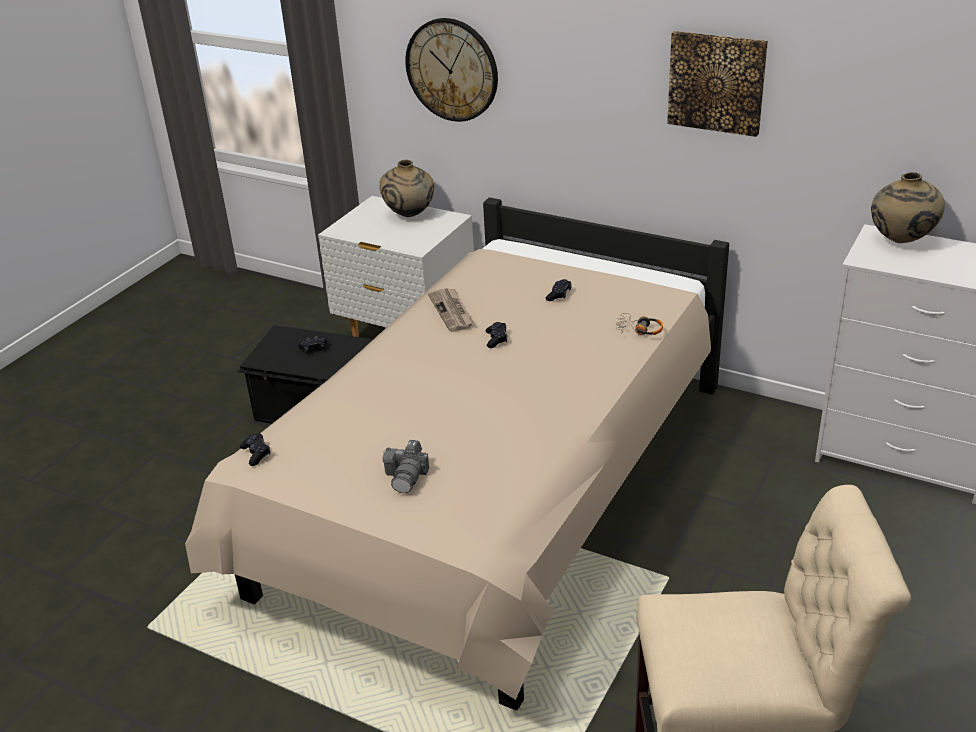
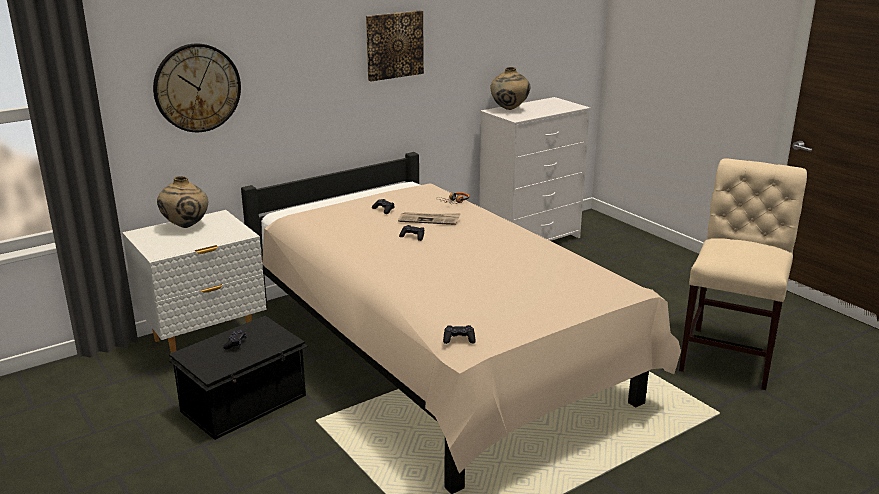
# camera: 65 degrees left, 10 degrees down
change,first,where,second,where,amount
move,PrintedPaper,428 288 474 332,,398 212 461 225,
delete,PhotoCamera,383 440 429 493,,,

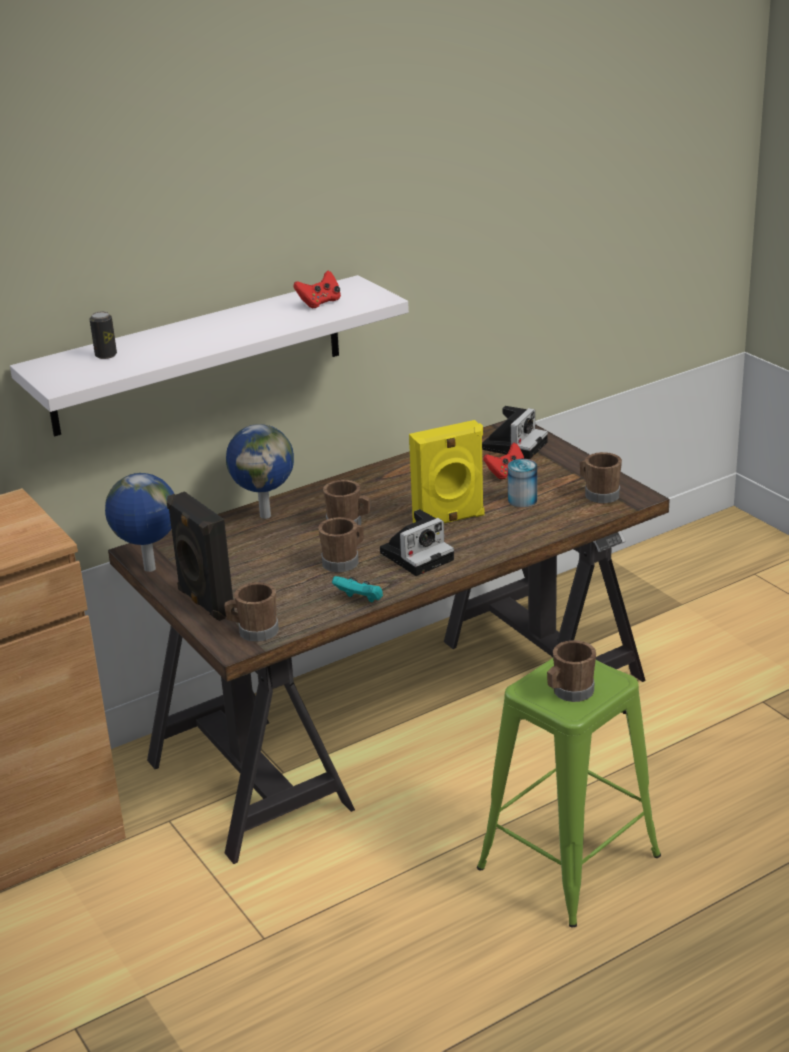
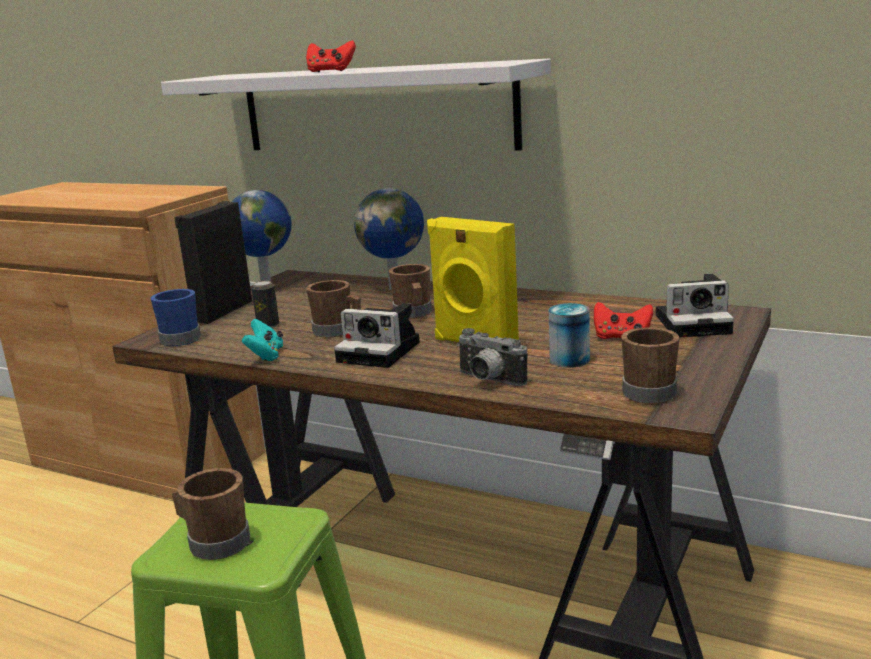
# camera: 60 degrees right, 10 degrees down
change,first,where,second,where,amount
recolor,BrownishMug,224 582 279 642,BluishMug,151 289 201 346,
move,SealedCan,90 311 117 359,,252 281 279 328,
move,RedColouredGamepad,293 271 341 308,,306 40 356 72,
insert,,,PhotoCamera,457 328 528 386,

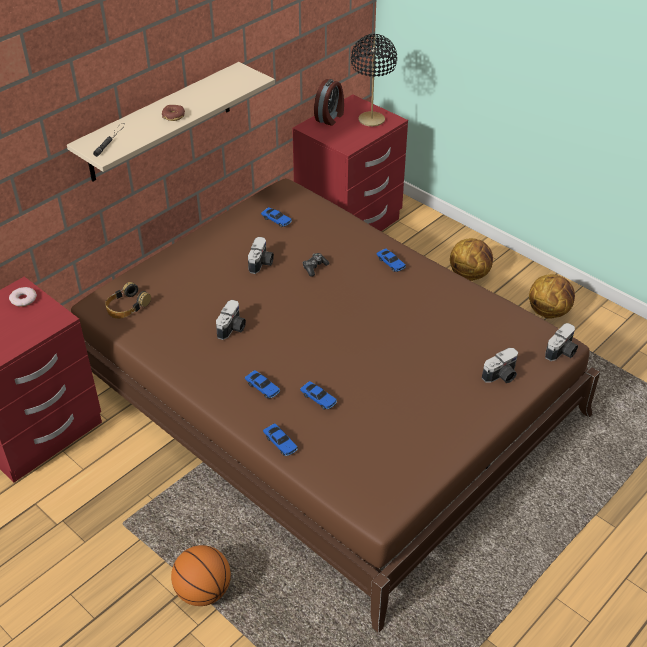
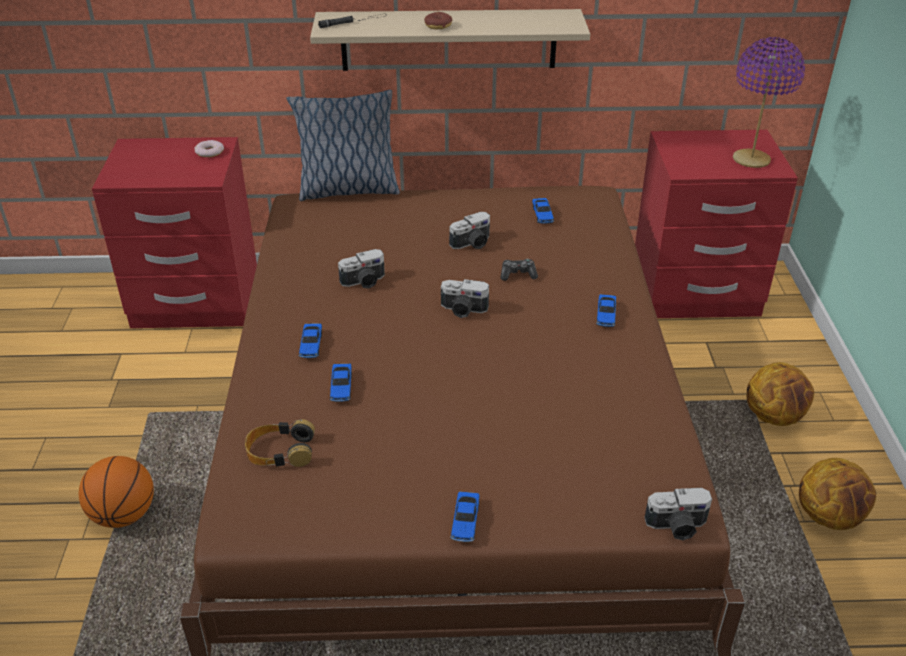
# camera: 45 degrees right, 5 degrees down
change,first,where,second,where,amount
move,Headset,105 282 151 319,,245 419 315 467,
insert,,,Pillow,287 90 400 201,
move,PhotoCamera,482 348 518 383,,441 279 489 318,
move,ModelCar,263 423 298 456,,451 492 479 542,
recolor,BlackColouredTabletopLamp,351 34 397 126,PurplishTabletopLamp,733 37 805 168,
delete,TableClock,314 79 344 126,,,

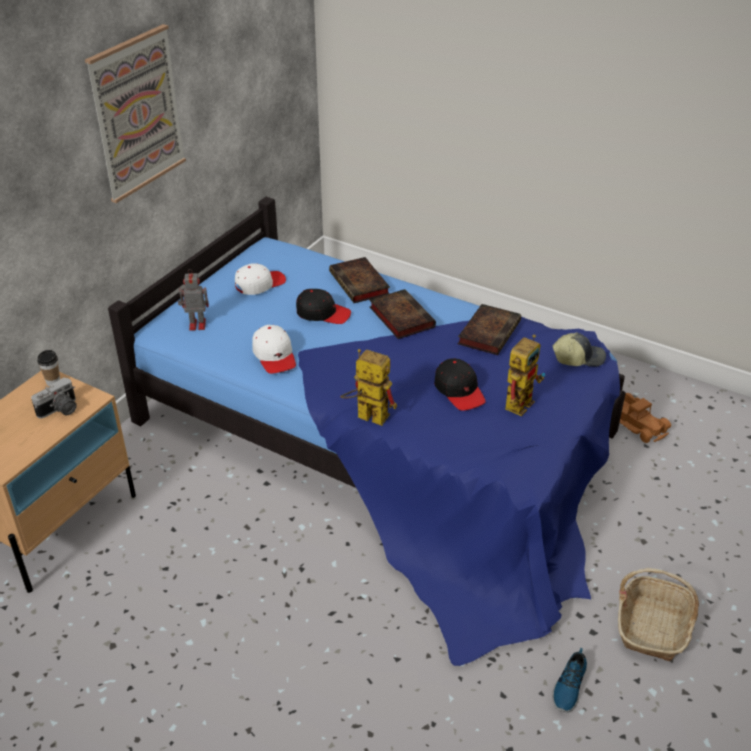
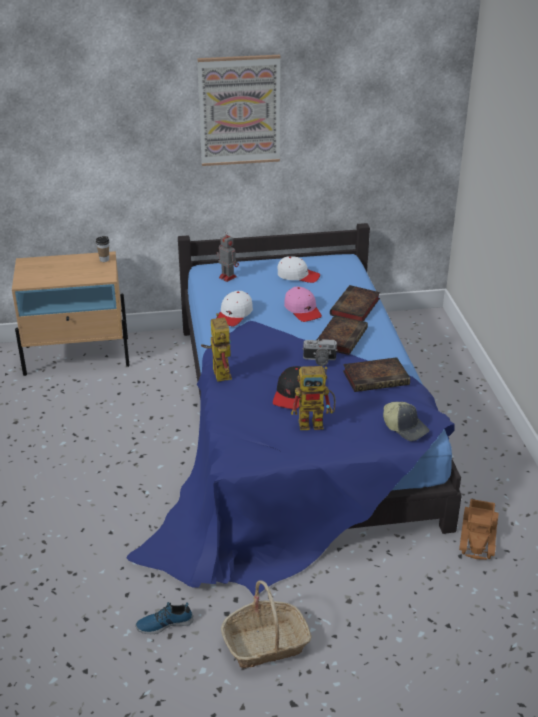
# camera: 50 degrees right, 5 degrees down
change,first,where,second,where,amount
recolor,BlackColouredBaseballCap,296 289 351 324,PinkishBaseballCap,284 287 322 322,
move,PhotoCamera,31 378 77 419,,302 339 337 366,

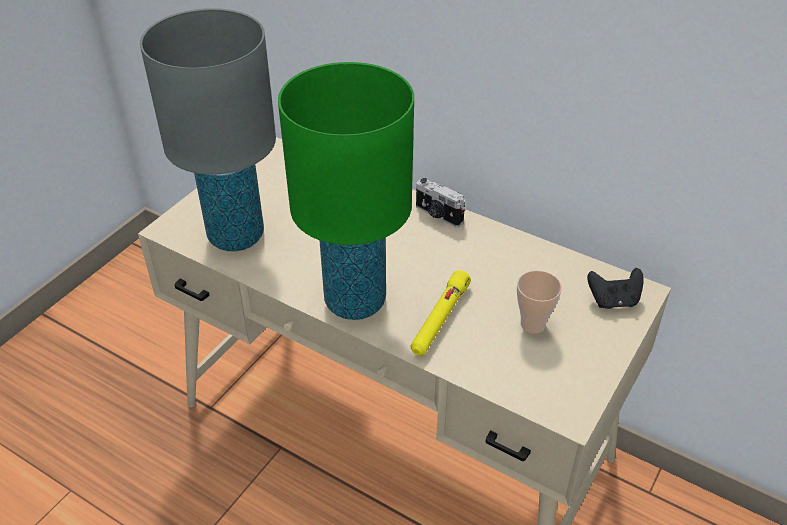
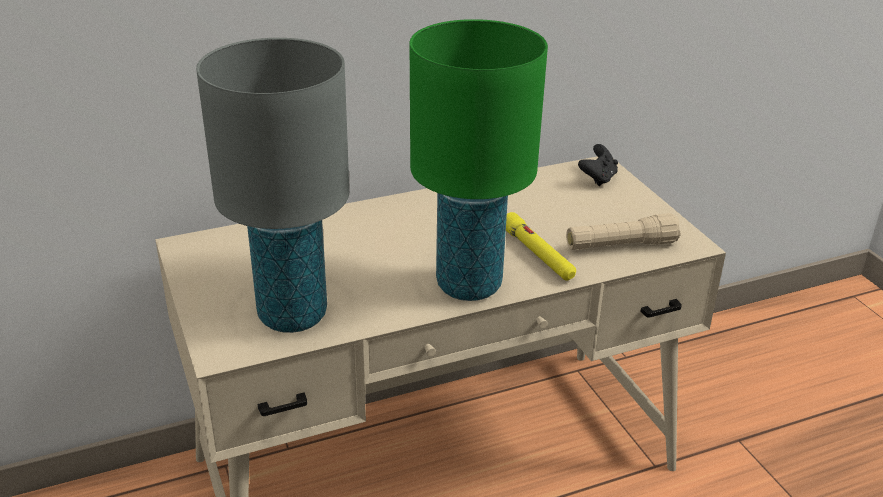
# camera: 55 degrees left, 10 degrees down
change,first,where,second,where,amount
insert,,,BeigeColouredTorch,566 213 681 250,
delete,PhotoCamera,416 178 465 227,,,
delete,Cup,517 270 562 334,,,

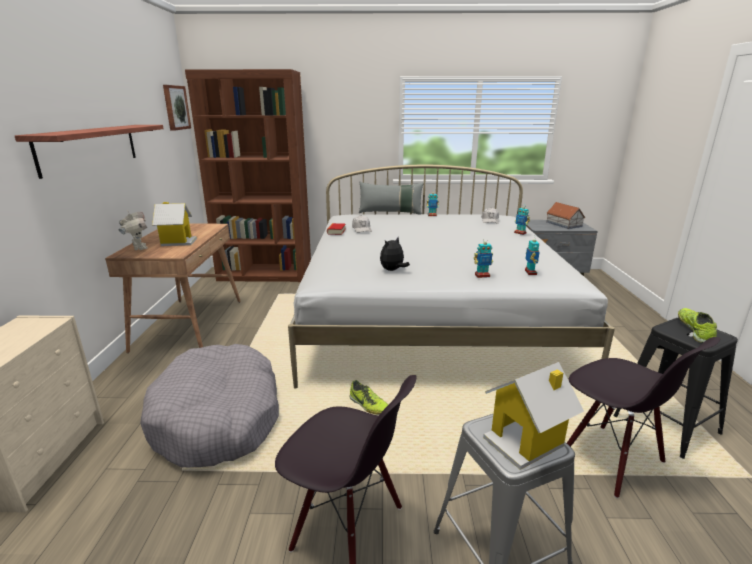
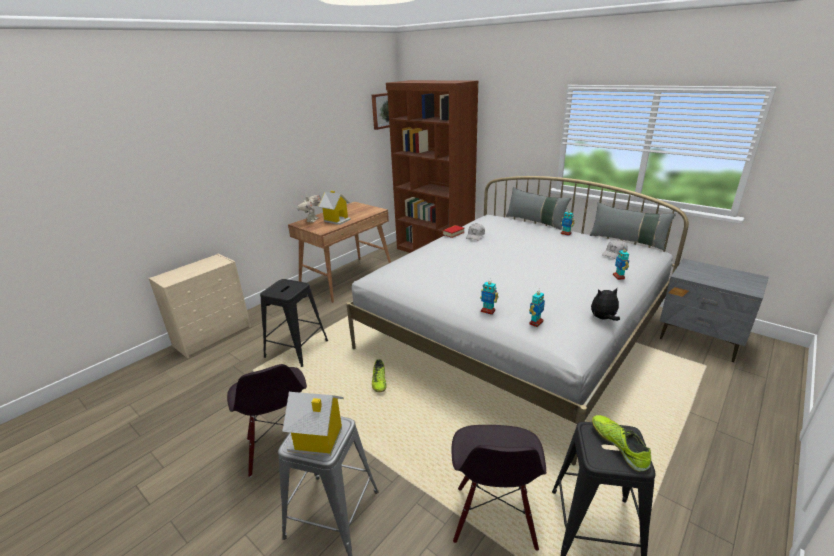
# camera: 40 degrees right, 5 degrees up
change,first,where,second,where,amount
replace,GrayPetBed,140 344 279 468,BlackColouredSittingStool,260 279 328 367,
insert,,,GrayPillow,590 202 676 250,
move,PlushToy,380 237 410 271,,591 288 620 321,
rotate,Shoe,678 308 717 343,,592 415 651 472,75 degrees counterclockwise
delete,WallShelf,15 125 164 179,,,
delete,ToyHouse,546 202 586 229,,,

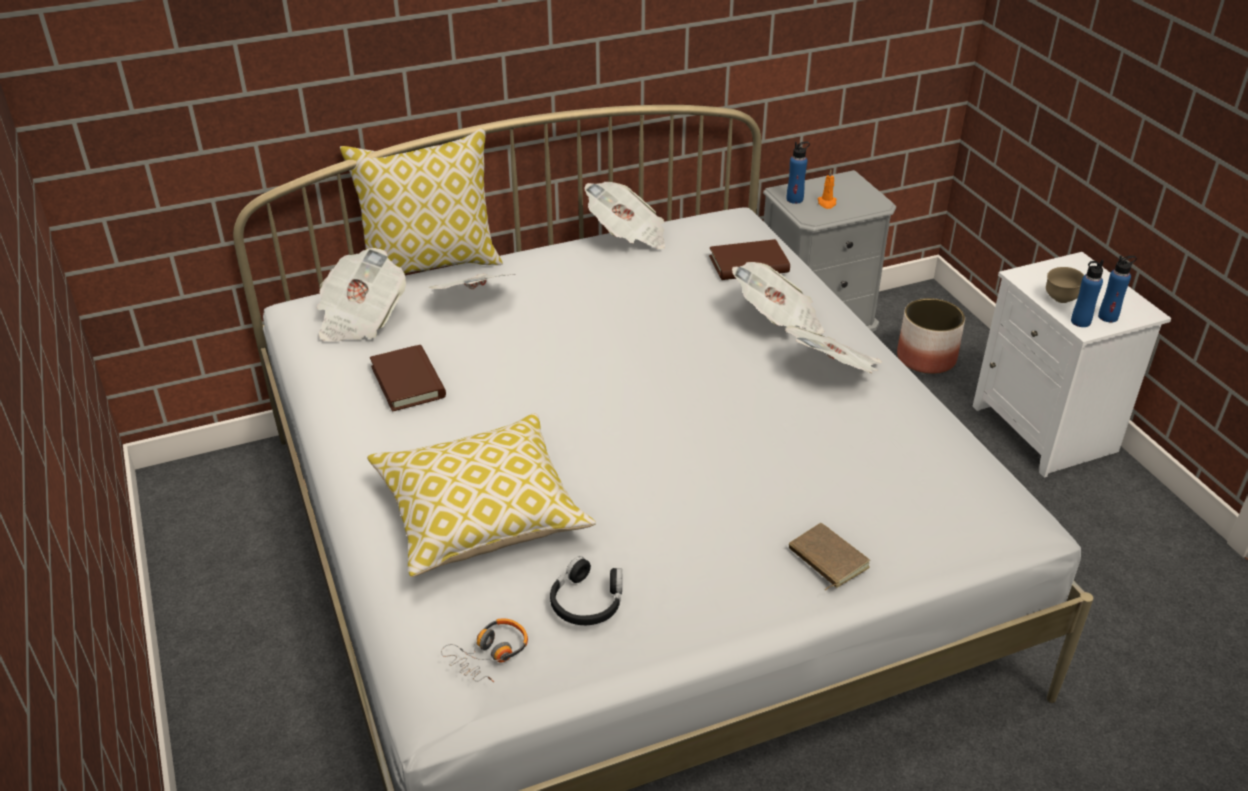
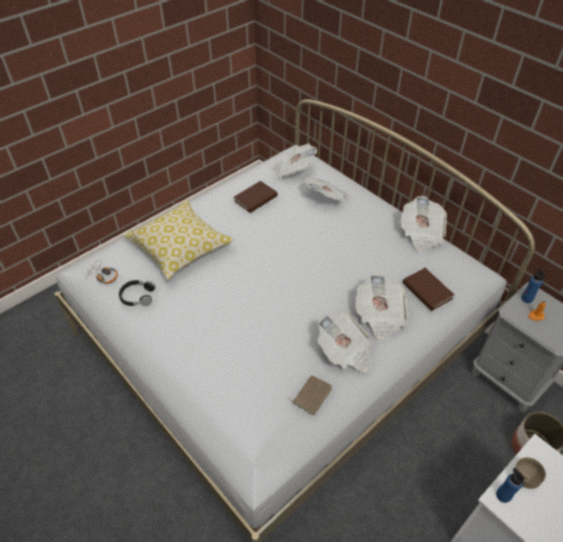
# camera: 70 degrees right, 10 degrees up
change,first,where,second,where,amount
move,BrownishBoundBook,789 523 870 591,,286 375 332 416,
delete,Pillow,340 128 503 274,,,
delete,BluishDrinkBottle,1098 255 1137 322,,,

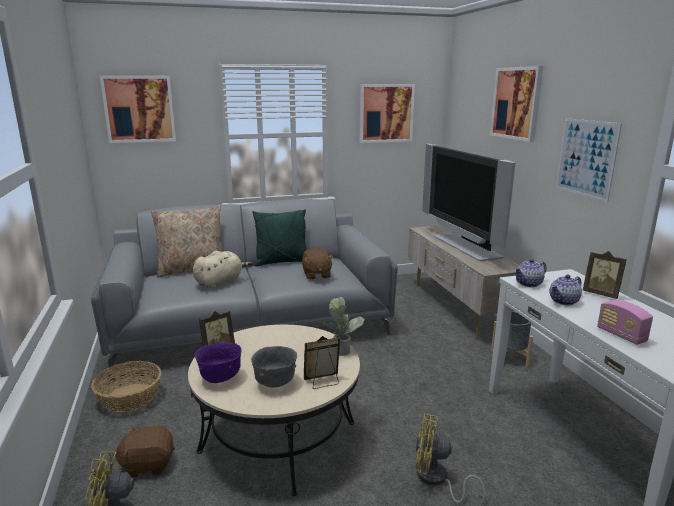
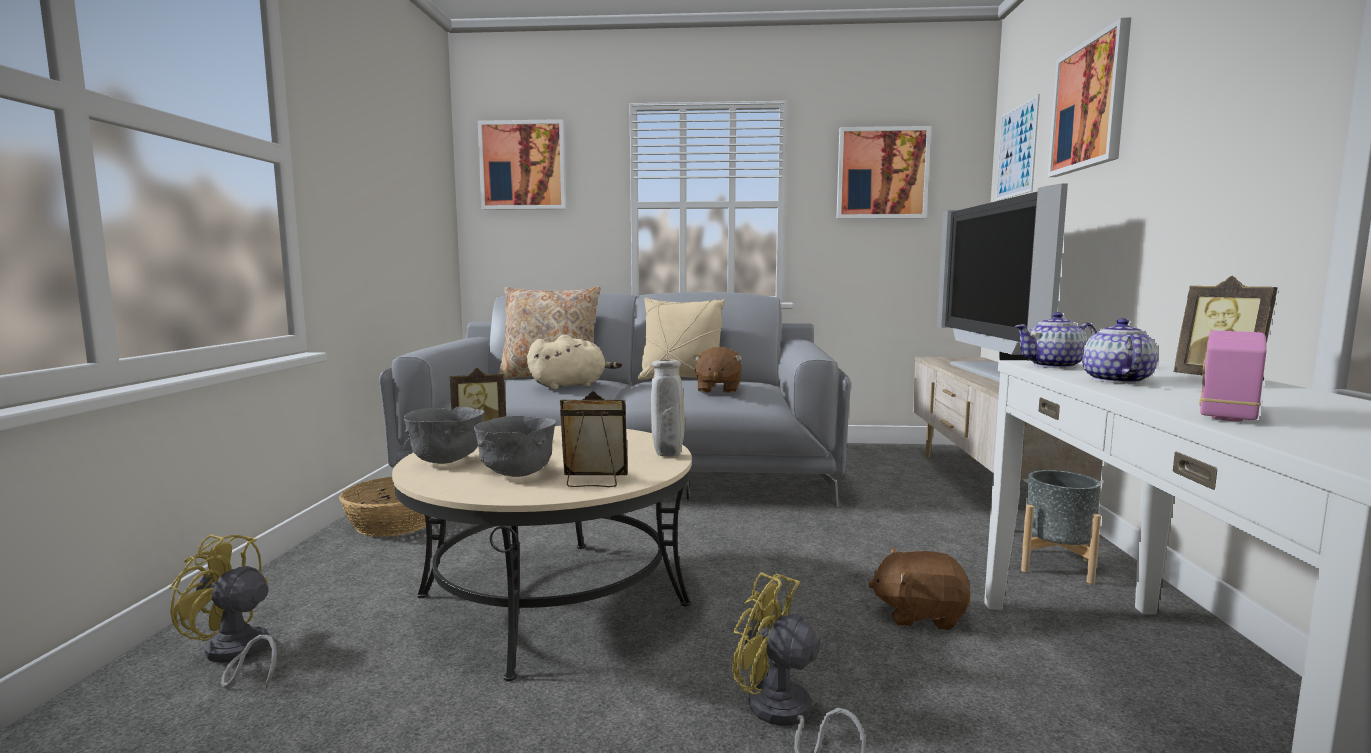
# camera: 20 degrees right, 10 degrees down
change,first,where,second,where,amount
recolor,PurplishBowl,195 342 242 383,GrayBowl,404 407 484 464,
recolor,GreenPillow,252 209 307 267,BeigeColouredPillow,638 298 725 380,
replace,PlantInAPot,320 297 365 356,BeigeColouredFlowerVase,651 359 685 457,
move,BrownishPlushToy,113 426 175 478,,868 547 970 630,
move,WallArt,556 118 622 202,,996 94 1040 201,
rotate,PotForTea,550 275 582 306,,1082 318 1158 384,120 degrees clockwise
rotate,RadioSet,597 300 653 345,,1199 331 1267 422,45 degrees clockwise

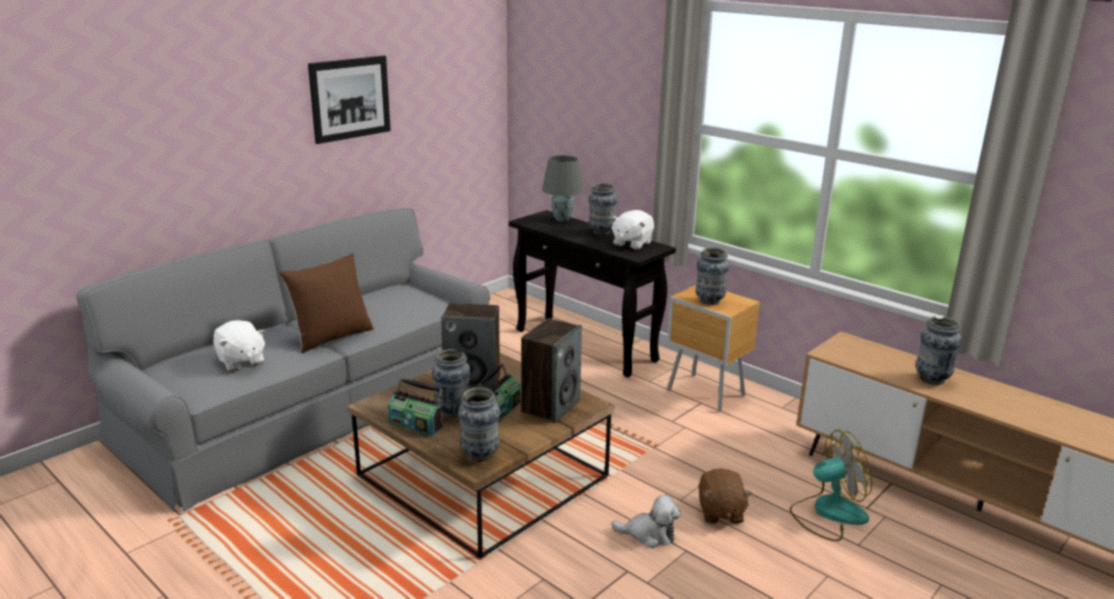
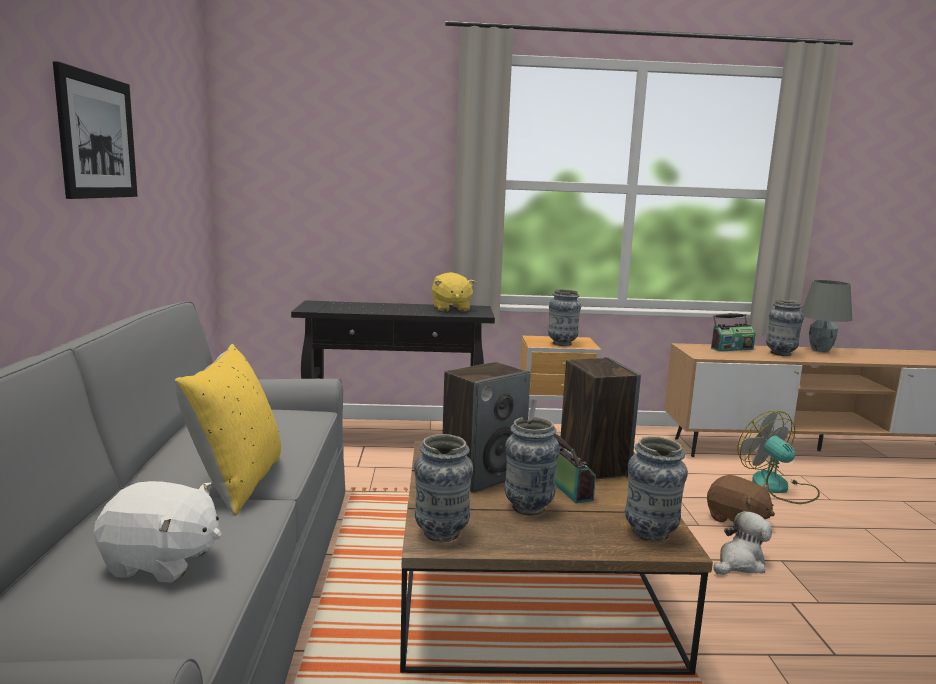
# camera: 45 degrees left, 10 degrees down
change,first,where,second,where,amount
recolor,BrownishPillow,279 253 374 353,YellowPillow,175 344 281 516,
move,FlowerVase,589 183 617 235,,414 434 473 542,
recolor,WhiteColouredPlushToy,611 210 654 250,YellowPlushToy,432 272 475 312,
move,RadioSet,388 378 442 436,,711 313 756 352,
rotate,Fan,790 429 872 541,,737 411 820 504,60 degrees counterclockwise
move,GrayTabletopLamp,542 155 584 222,,801 280 852 352,

